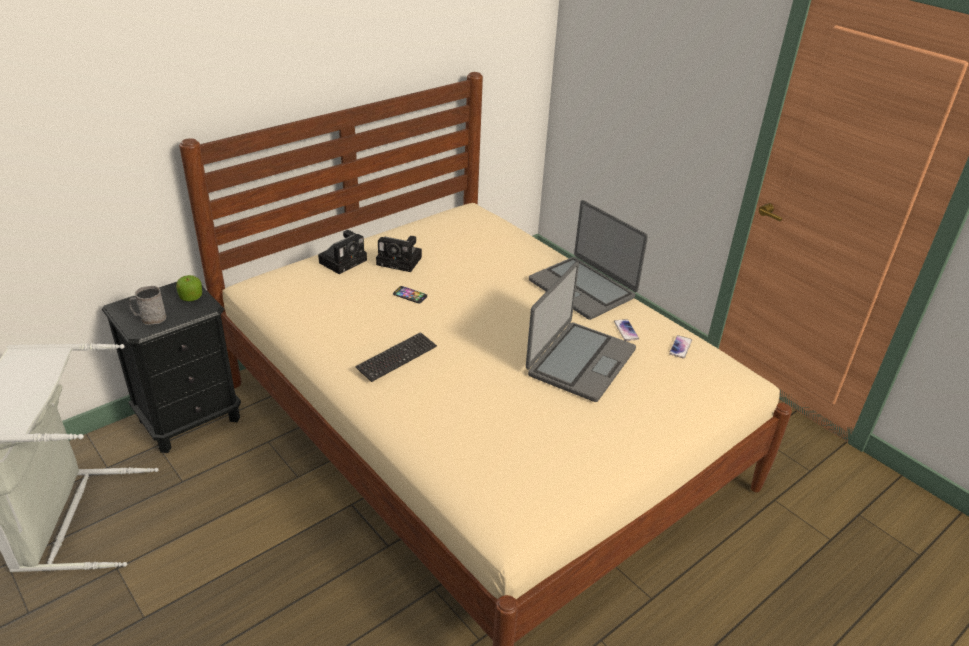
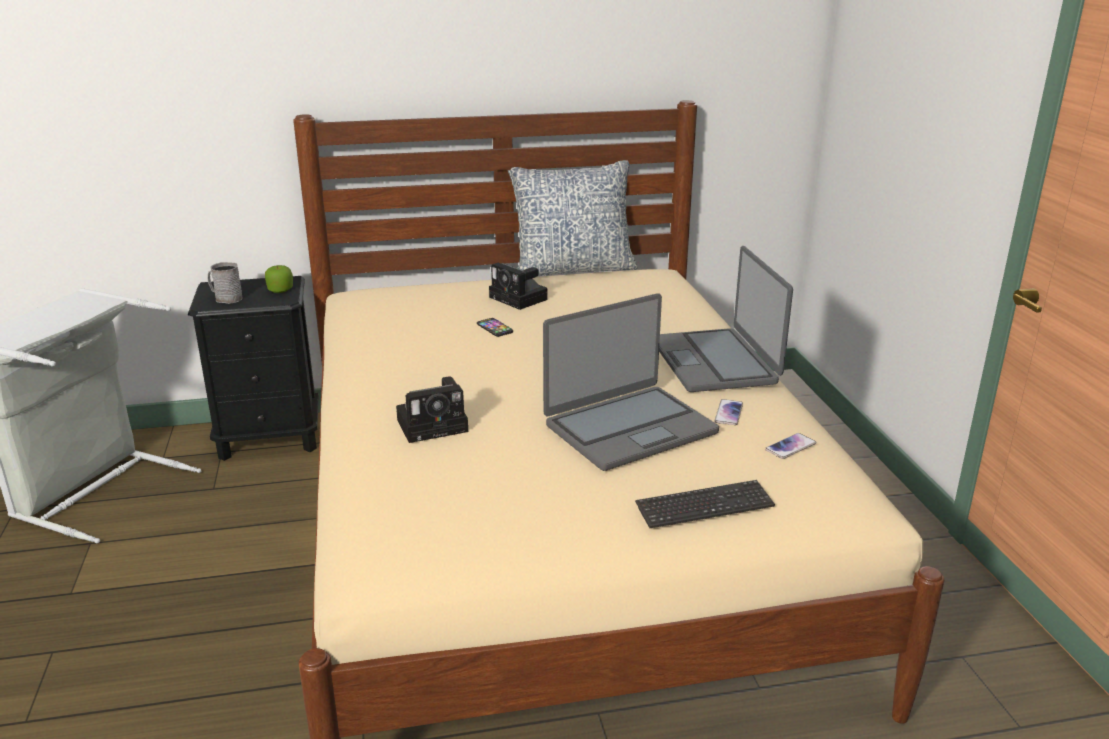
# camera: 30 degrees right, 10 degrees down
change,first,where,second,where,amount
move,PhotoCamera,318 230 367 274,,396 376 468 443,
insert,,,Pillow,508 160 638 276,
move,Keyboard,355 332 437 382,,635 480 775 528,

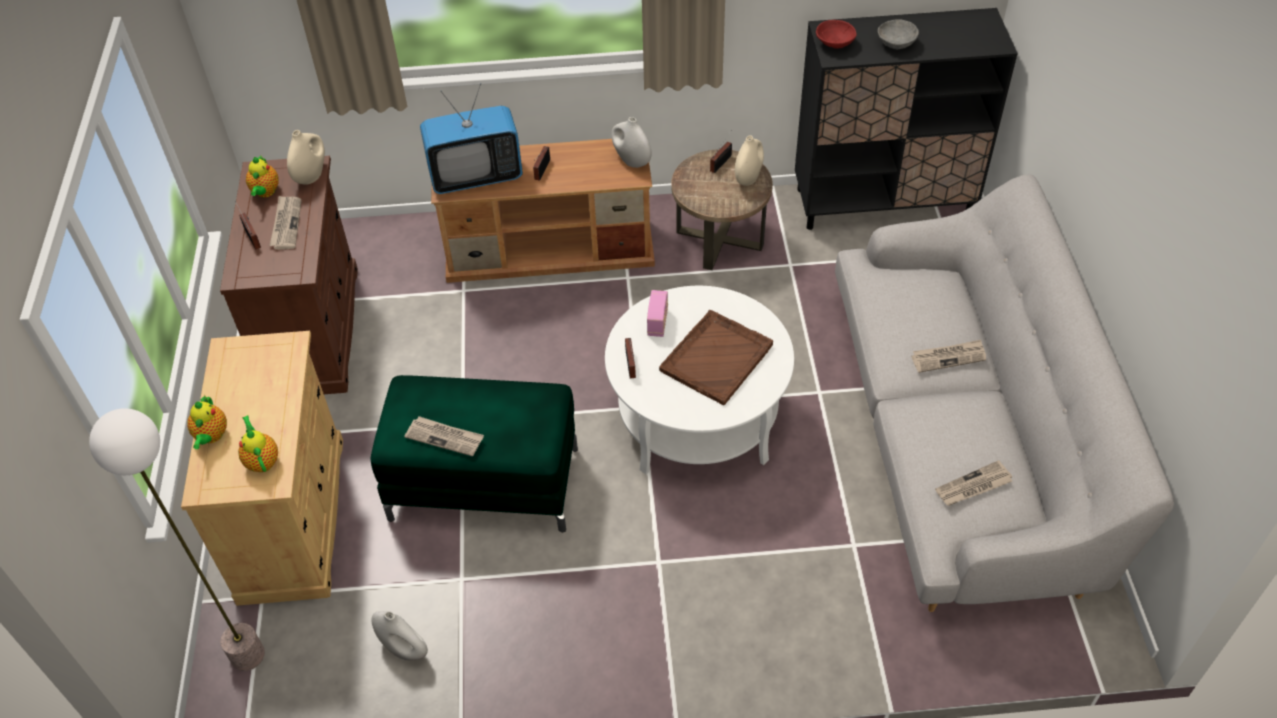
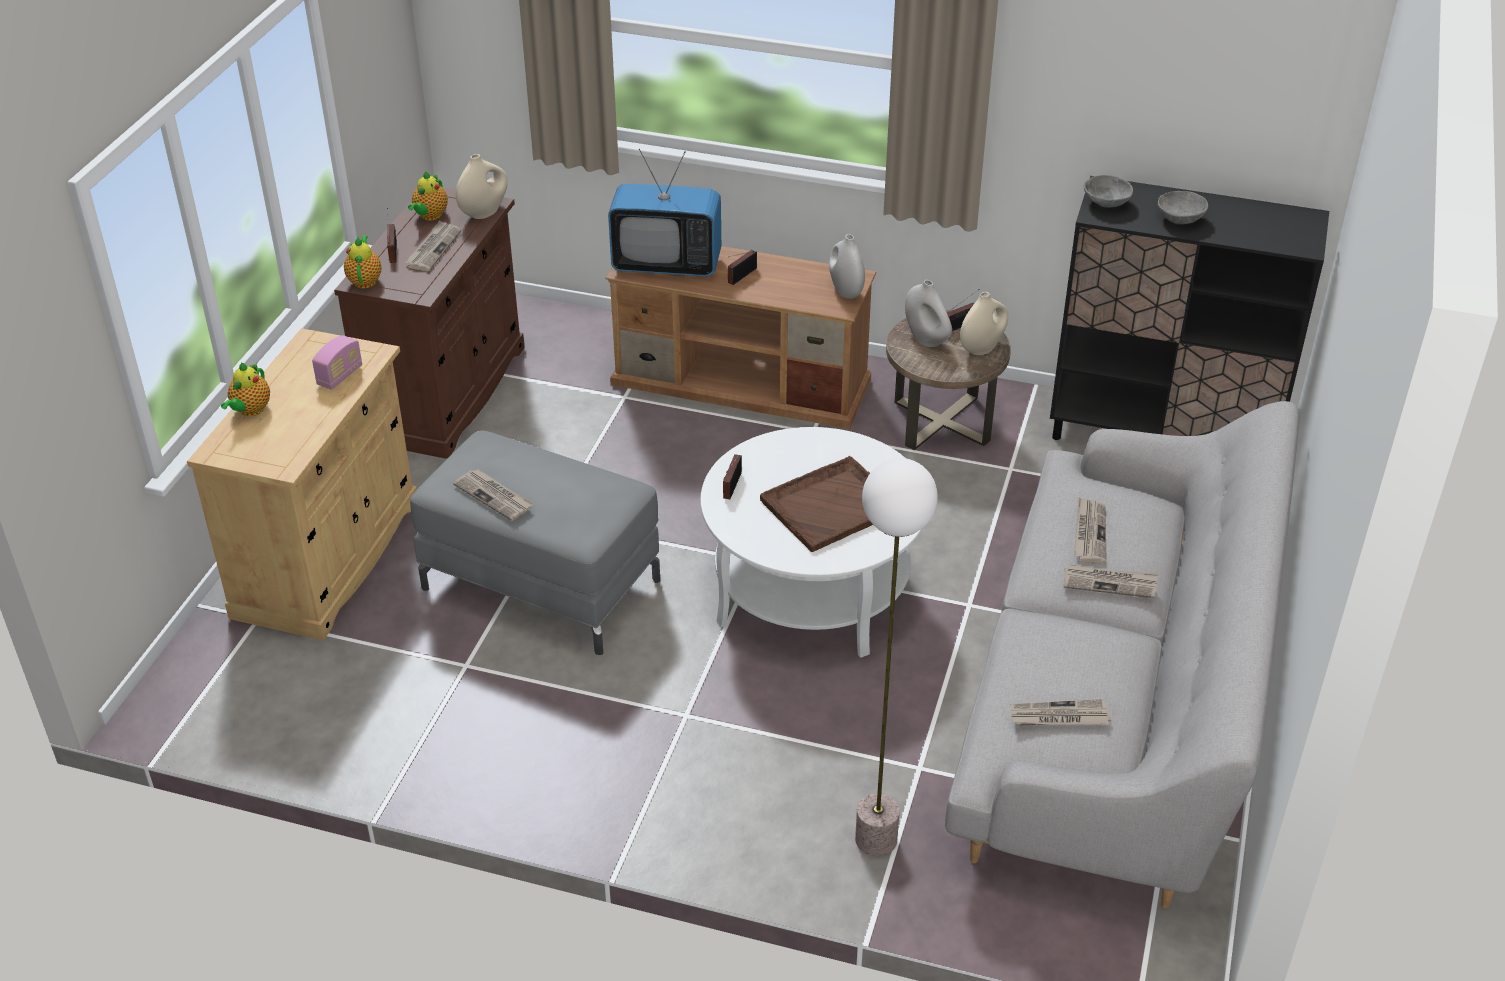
# camera: 20 degrees right, 10 degrees down
change,first,where,second,where,amount
move,RadioSet,647 290 668 337,,312 335 362 390,
move,PotForTea,238 415 278 472,,344 235 381 288,
recolor,GreenFootrest,370 375 578 532,GrayFootrest,410 431 660 655,
move,FloorLamp,89 408 265 671,,855 458 938 856,
move,WhiteColouredFlowerVase,371 611 428 661,,905 280 952 347,
insert,,,PrintedPaper,1074 497 1107 564,
recolor,RedColouredBowl,816 20 857 49,GrayBowl,1084 175 1133 208,

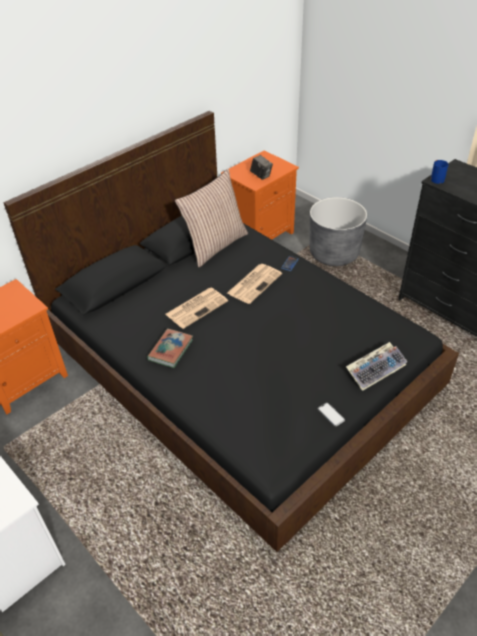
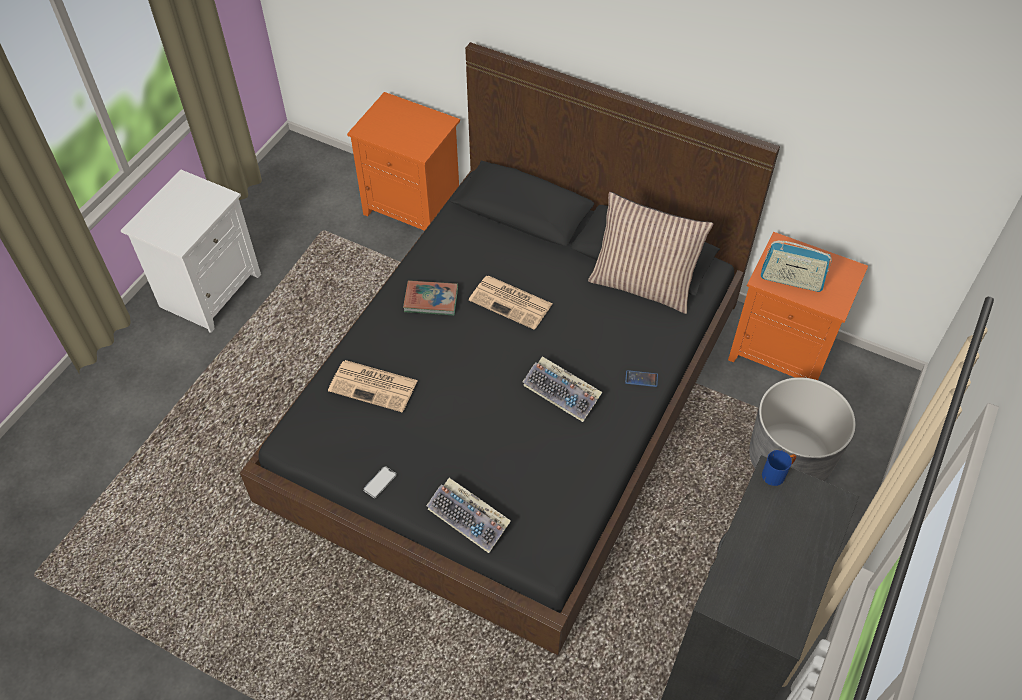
# camera: 70 degrees right, 10 degrees up
change,first,where,second,where,amount
move,PrintedPaper,227 264 282 304,,328 360 418 412,
insert,,,Keyboard,522 356 602 422,
replace,PhotoCamera,250 155 273 180,RadioSet,761 241 832 292,

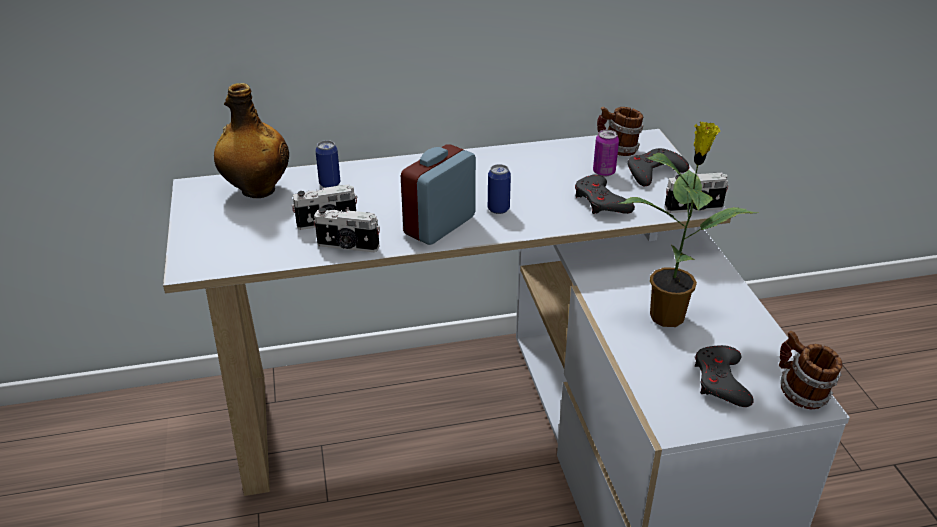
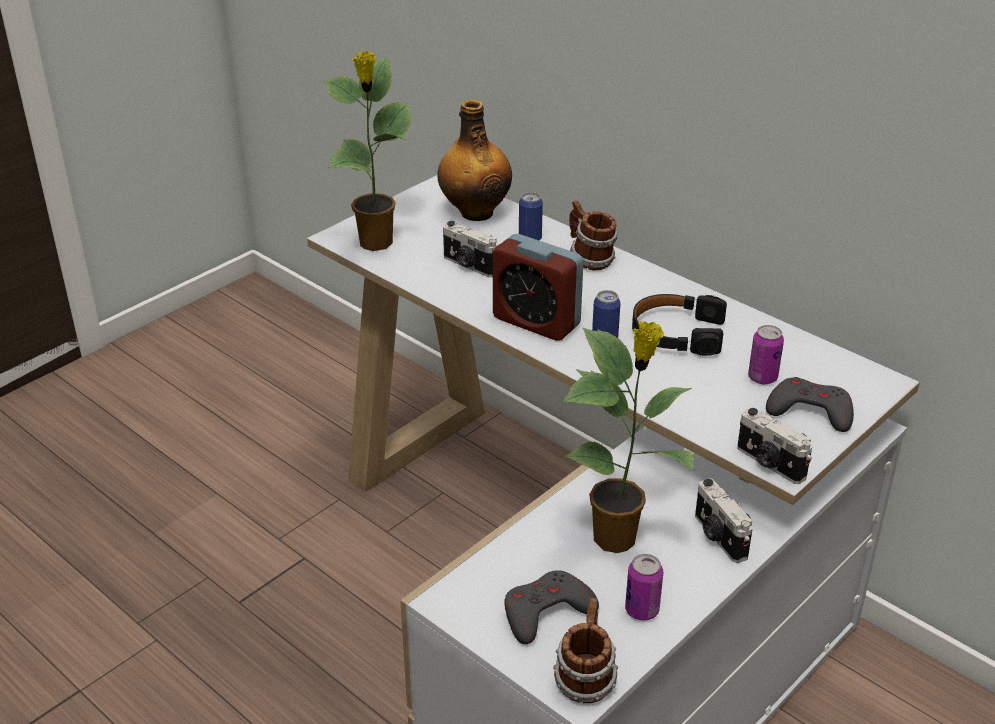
# camera: 55 degrees right, 0 degrees up
change,first,where,second,where,amount
insert,,,PlantInAPot,325 51 412 251,
rotate,TableClock,401 144 476 245,,493 234 584 341,150 degrees counterclockwise
move,Mug,597 107 644 156,,569 200 618 270,
insert,,,SealedCan,625 554 663 621,
insert,,,BlackColouredHeadset,632 294 727 356,
move,PhotoCamera,313 208 380 252,,695 479 753 563,
delete,GrayGamepad,575 175 635 214,,,

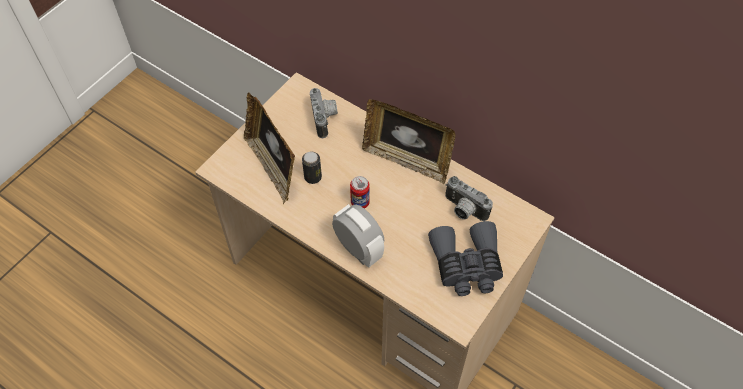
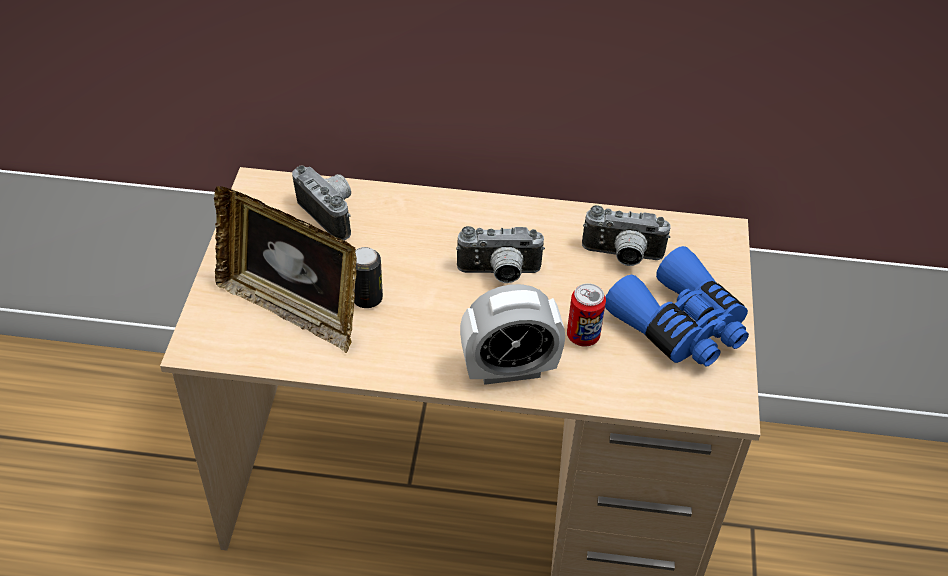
# camera: 30 degrees left, 10 degrees down
change,first,where,second,where,amount
insert,,,PhotoCamera,456 226 545 283,
rotate,TableClock,332 204 384 268,,460 284 565 385,150 degrees clockwise
move,SealedCan,350 176 370 209,,567 283 606 346,
recolor,GrayBinoculars,428 221 503 296,BluishBinoculars,605 246 749 367,
delete,PictureFrame,362 99 456 184,,,

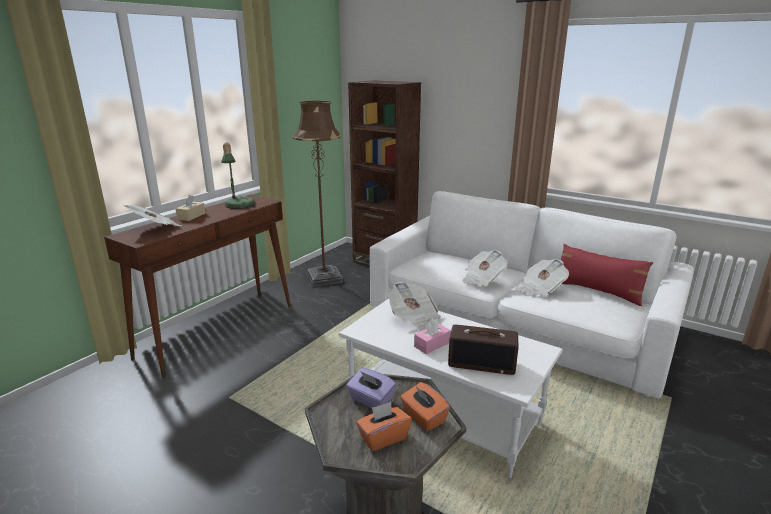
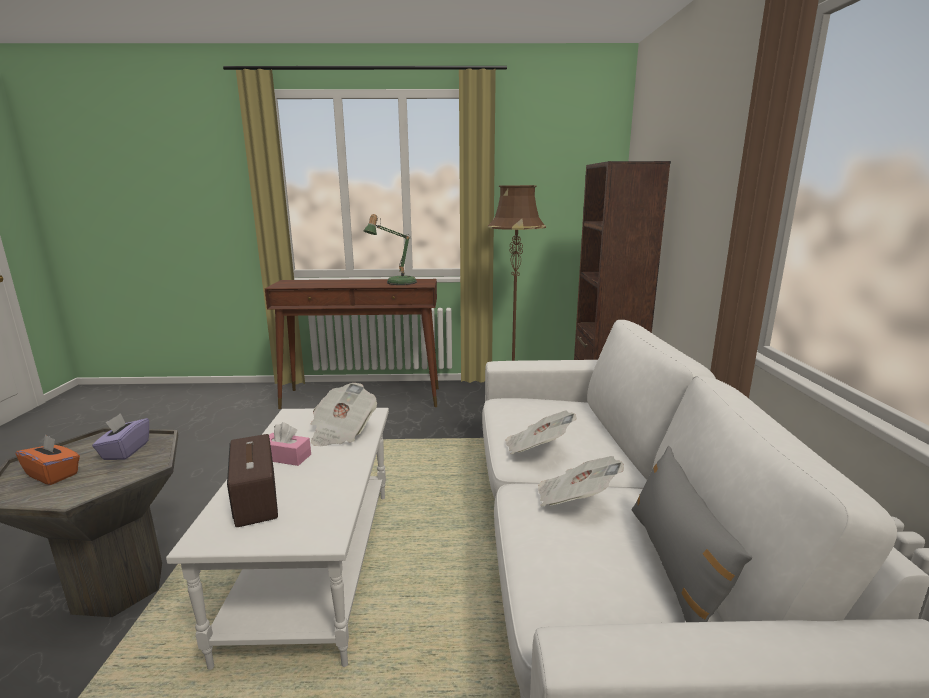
# camera: 55 degrees right, 5 degrees down
change,first,where,second,where,amount
recolor,RedColouredPillow,561 244 653 306,GrayPillow,632 446 752 622,
delete,PrintedPaper,122 205 181 226,,,
delete,BeigeColouredBoxOfTissues,176 195 206 221,,,
delete,OrangeBoxOfTissues,400 382 450 431,,,

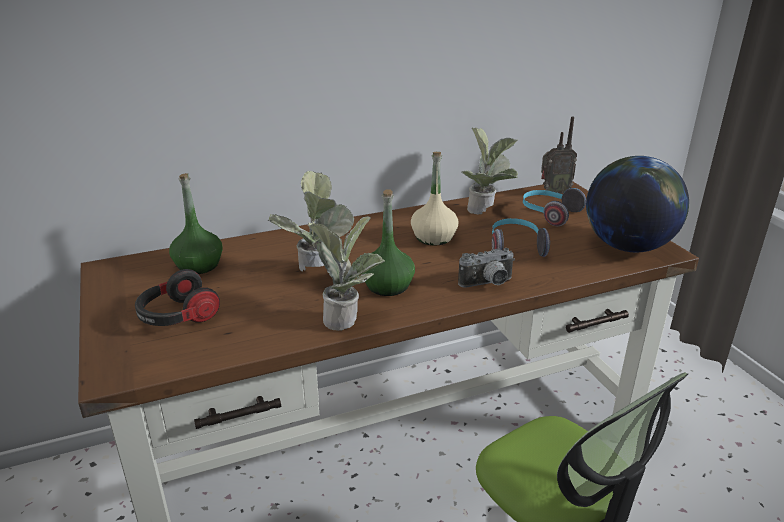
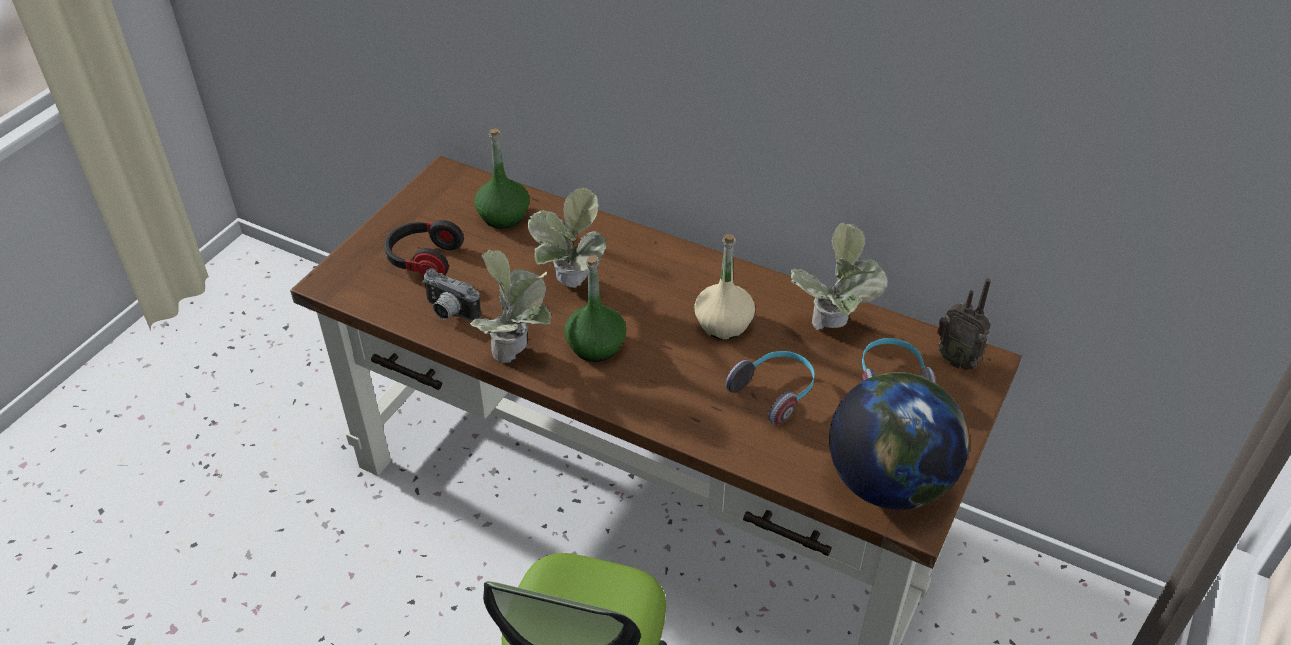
# camera: 50 degrees right, 15 degrees up
change,first,where,second,where,amount
move,PhotoCamera,458 248 515 288,,422 268 481 321,

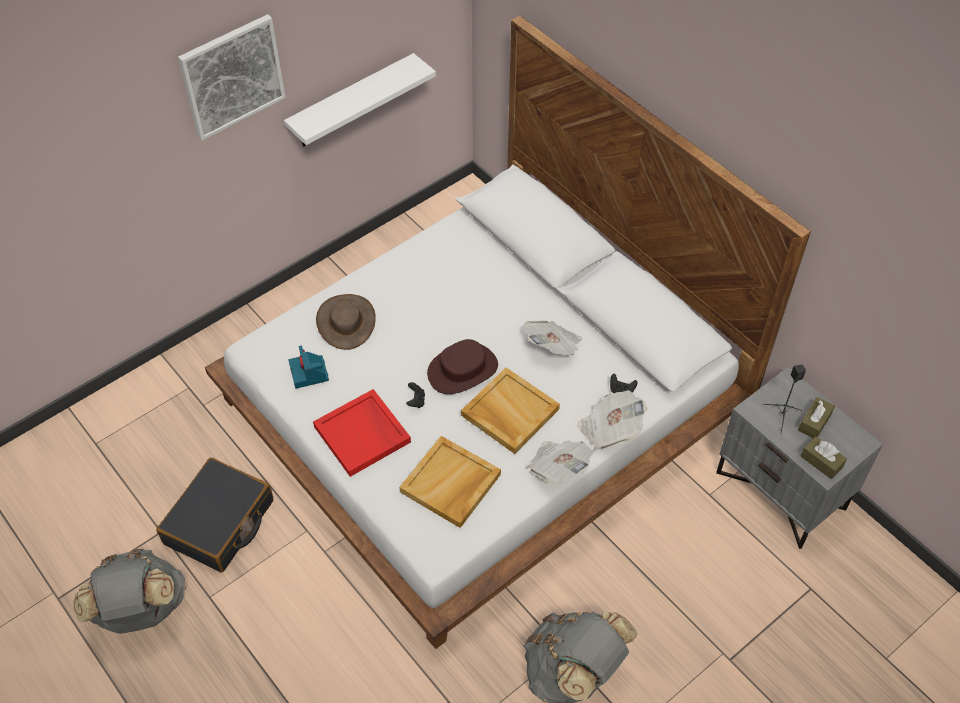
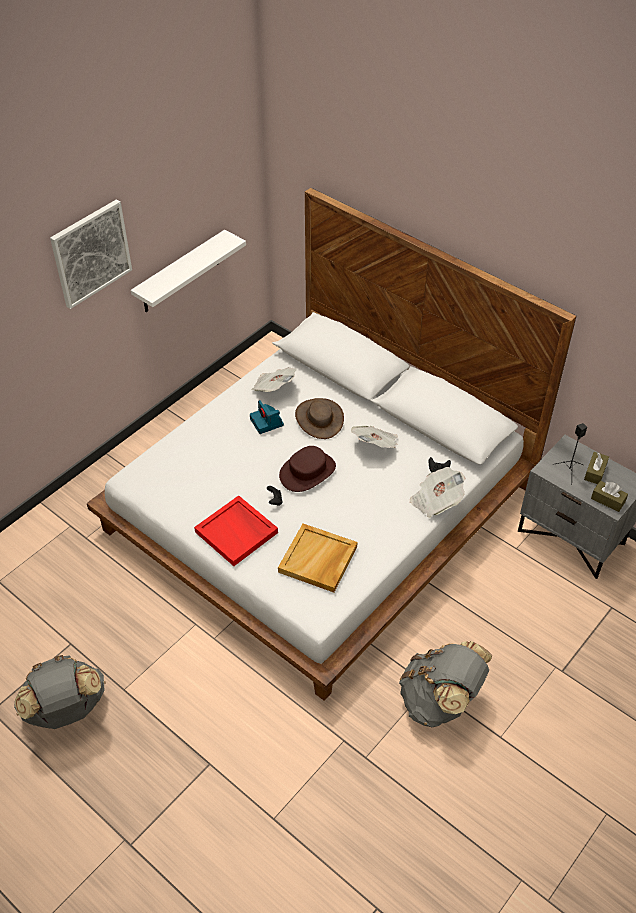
# camera: 10 degrees left, 5 degrees down
change,first,where,second,where,amount
move,PhotoCamera,288 346 329 389,,250 400 284 434,
move,PrintedPaper,527 441 594 483,,251 367 297 392,
move,BrownishHat,316 294 376 350,,295 398 344 439,
delete,BlackColouredTravelCase,156 458 274 572,,,
delete,BeigeColouredTray,461 368 560 454,,,

